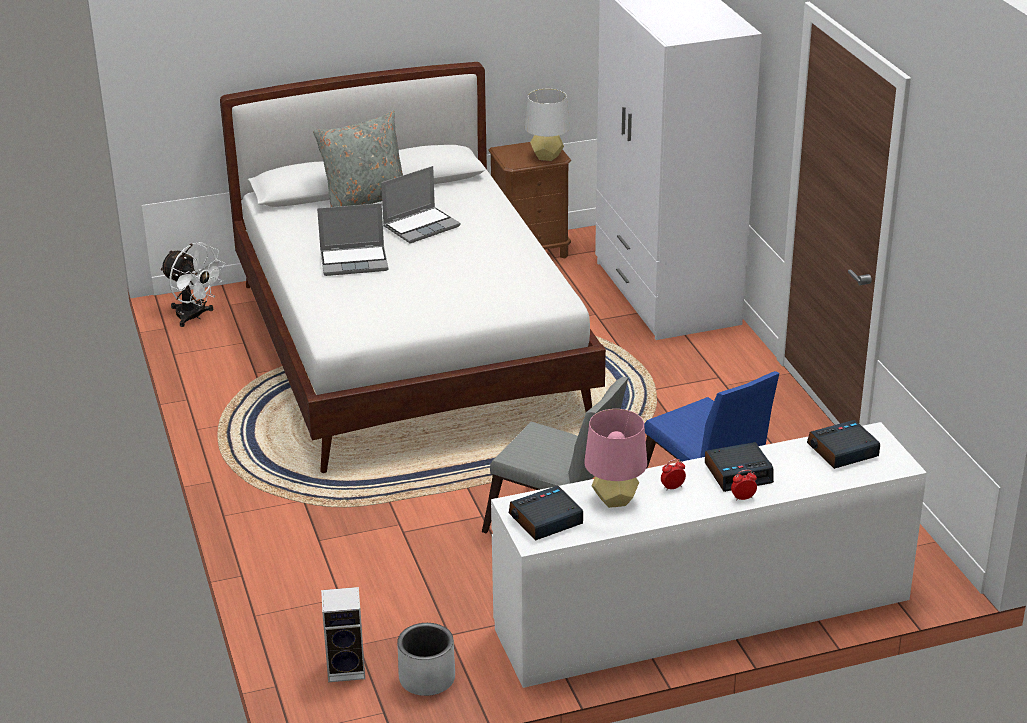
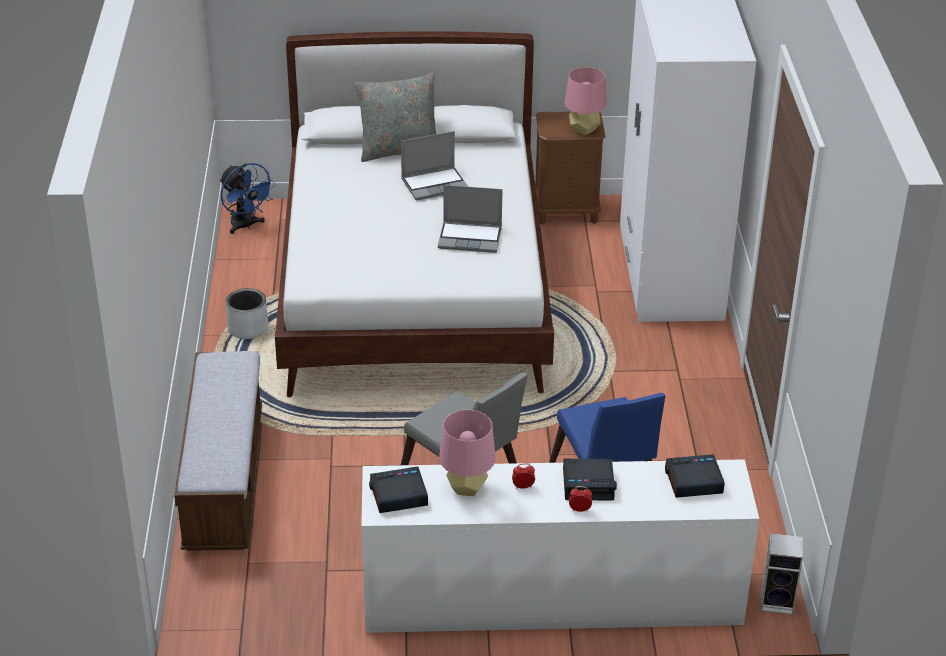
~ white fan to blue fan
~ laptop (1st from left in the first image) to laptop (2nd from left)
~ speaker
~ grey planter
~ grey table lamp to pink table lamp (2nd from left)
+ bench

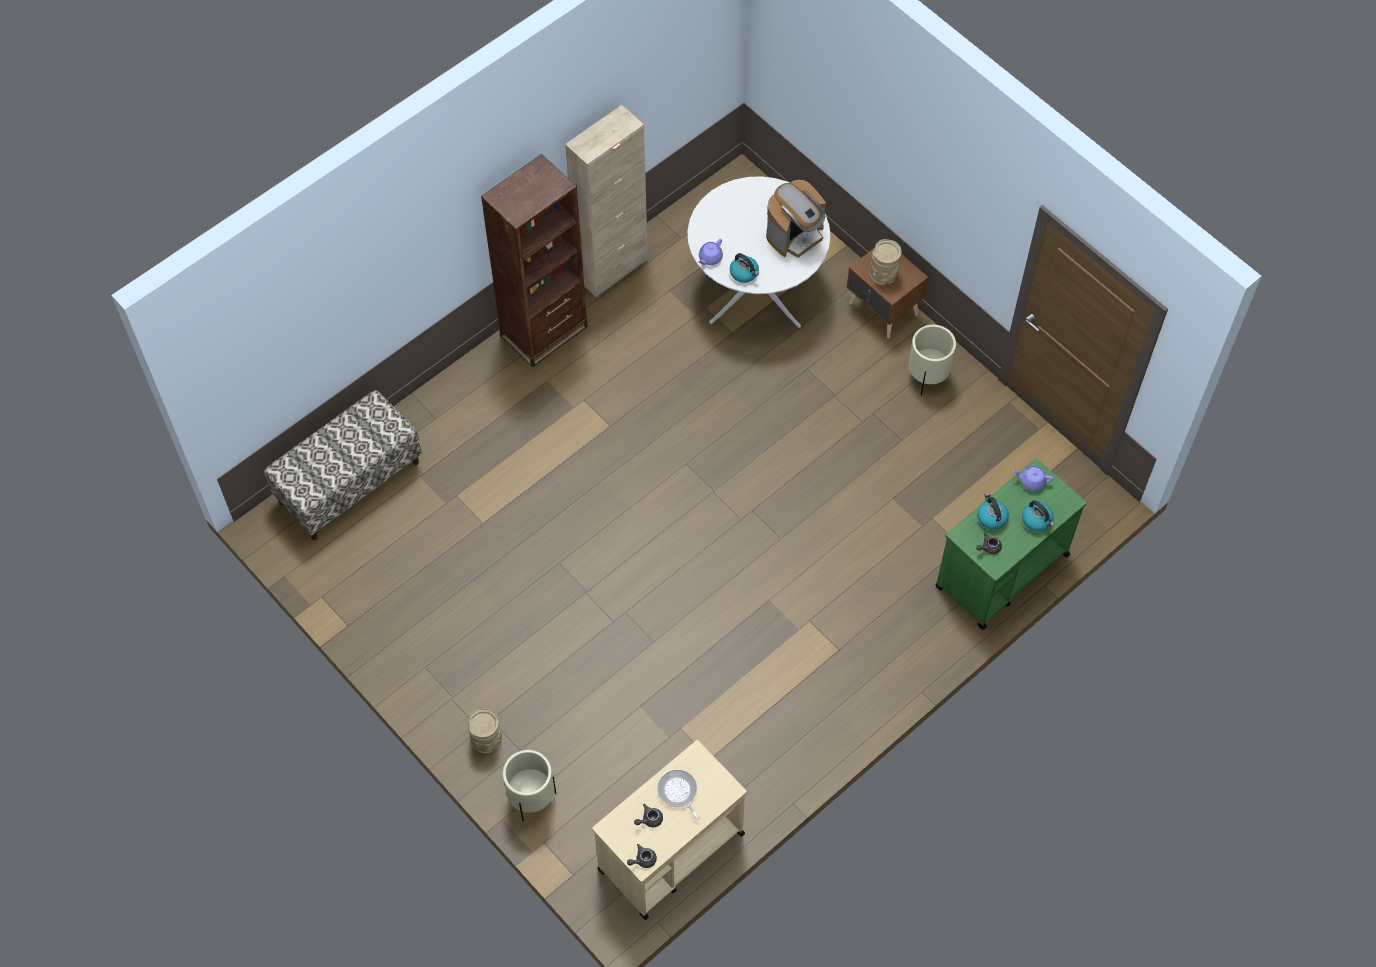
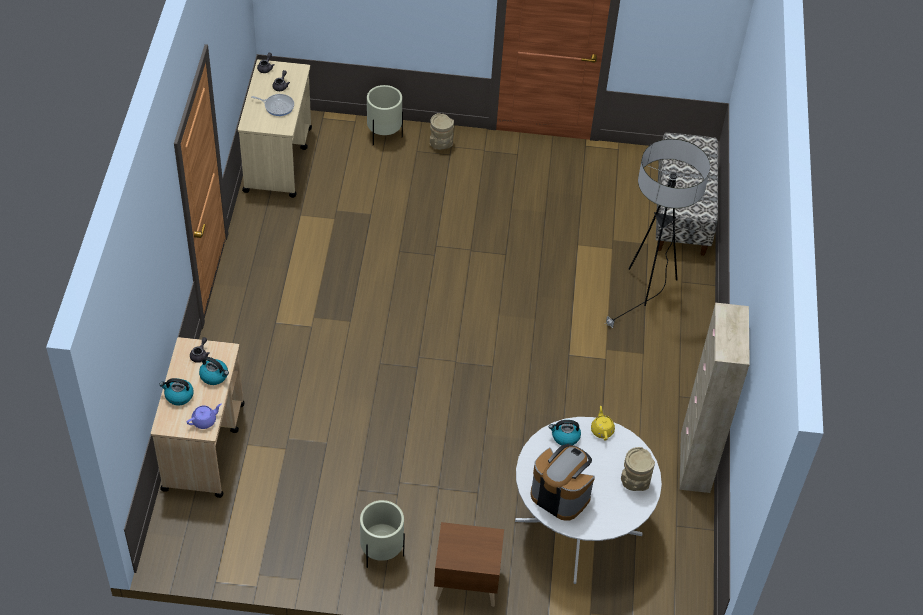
- brown bookcase
~ purple teapot (1st from left) to yellow teapot
~ coffee machine 120 degrees clockwise
~ beige vase (2nd from left)
~ green cart to beige cart (1st from left)
+ floor lamp

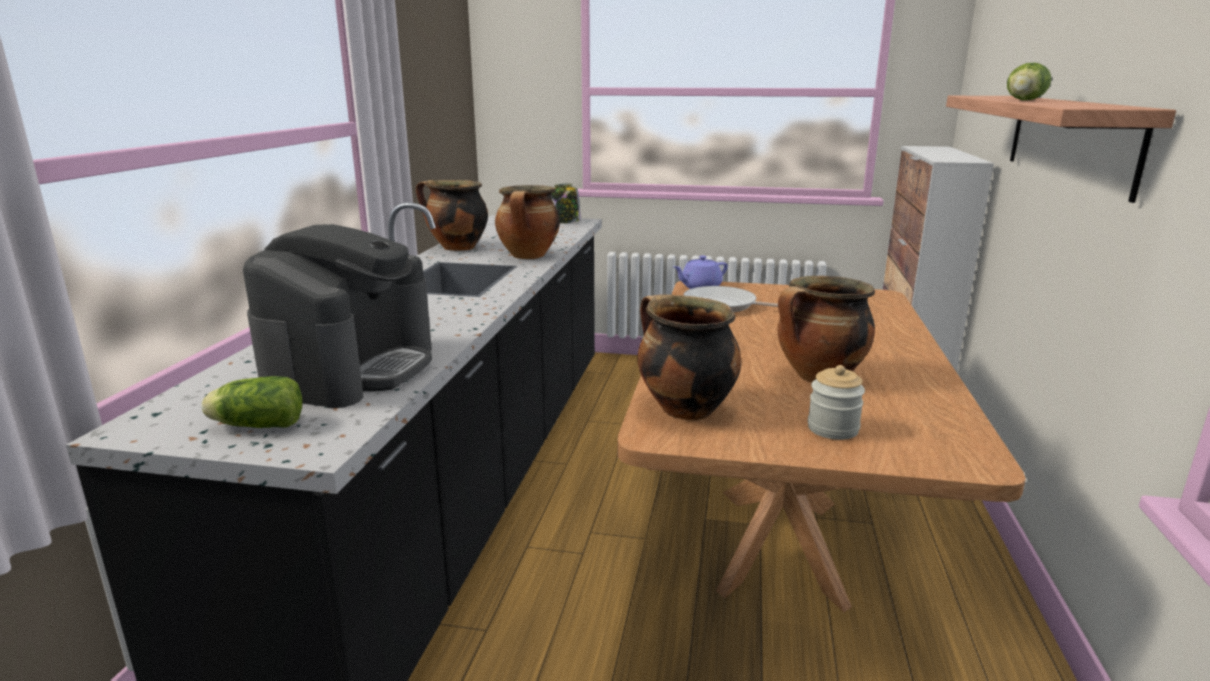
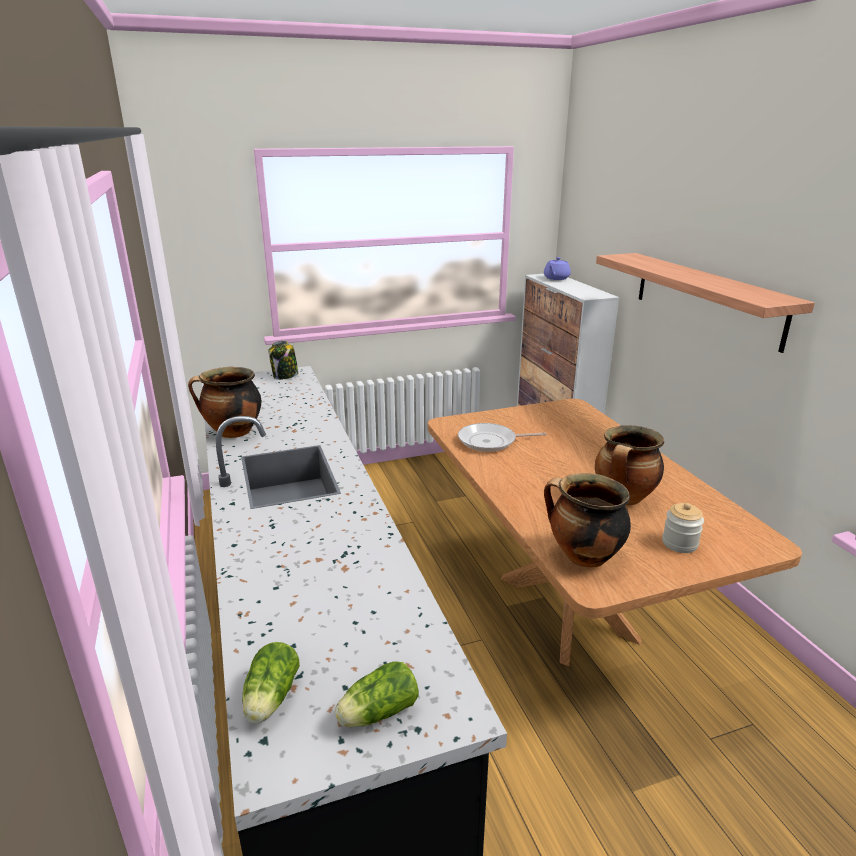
- coffee machine
- cooking pot (2nd from left)
~ purple teapot
~ lettuce (2nd from left in the first image) to lettuce (1st from left)

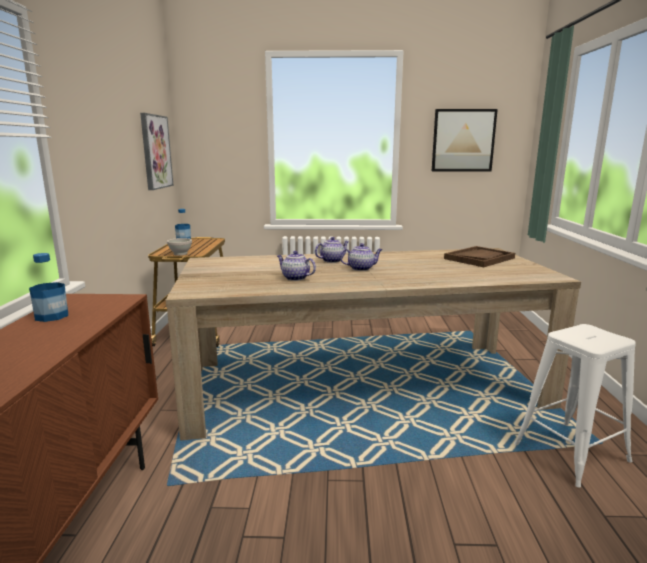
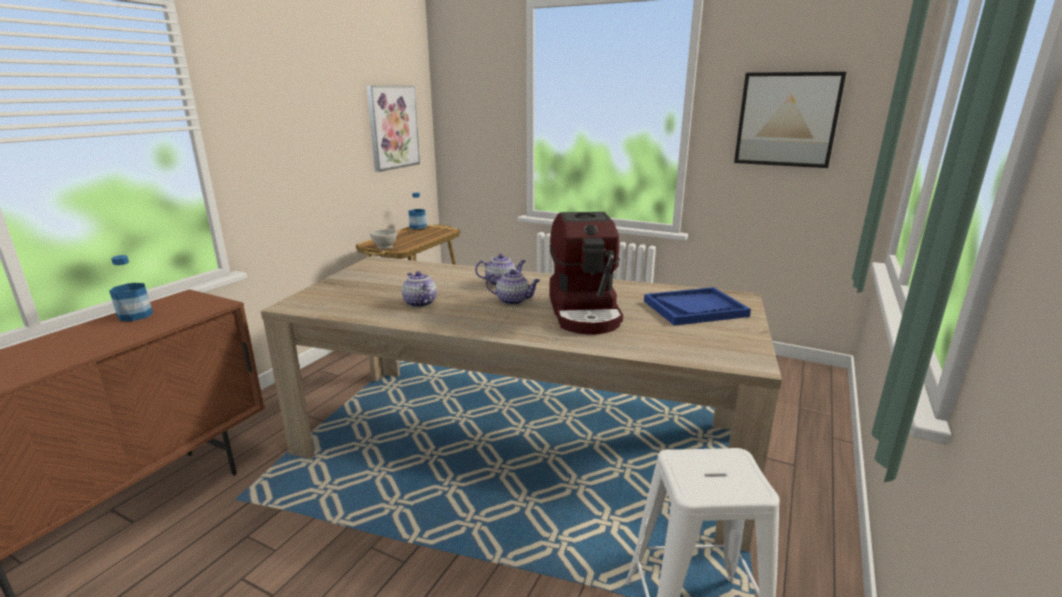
~ brown tray to blue tray
+ coffee machine

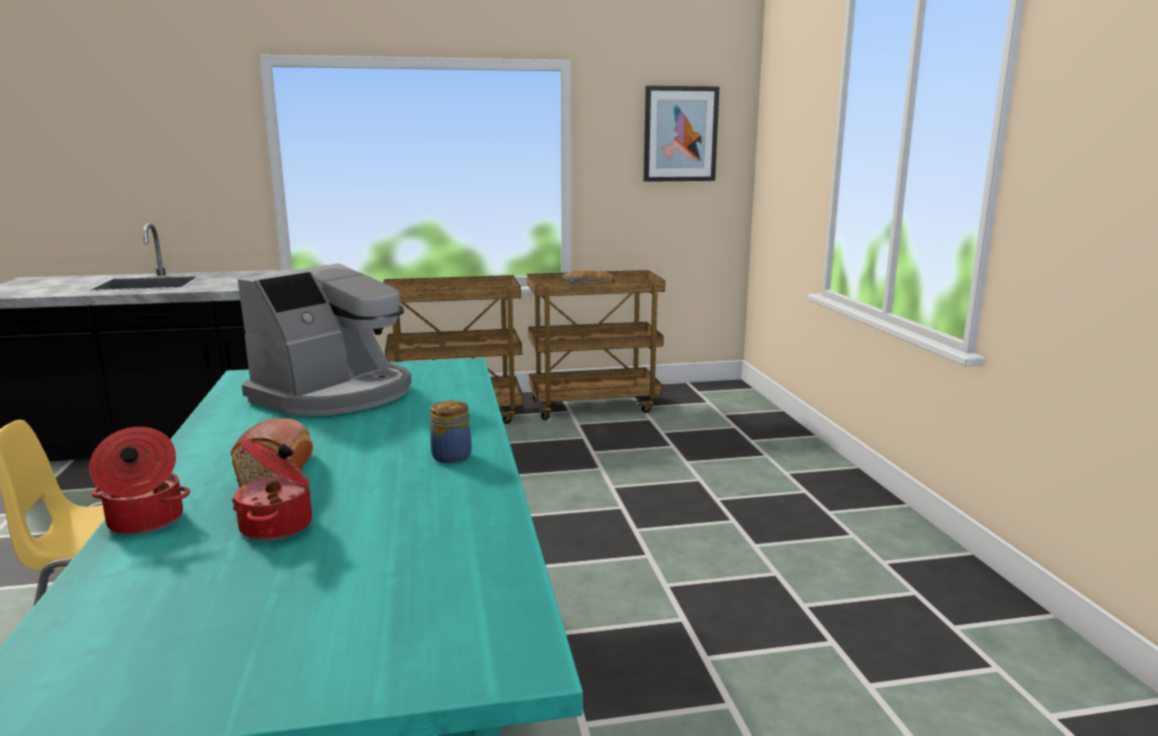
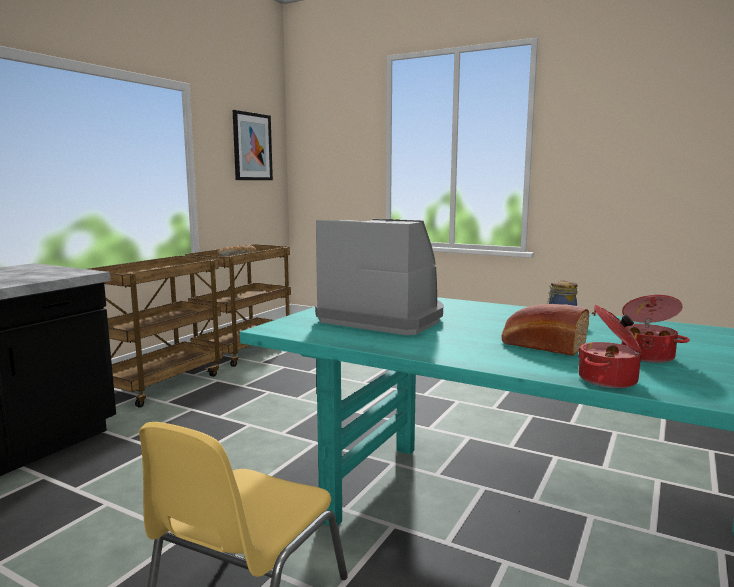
~ coffee machine 45 degrees counterclockwise

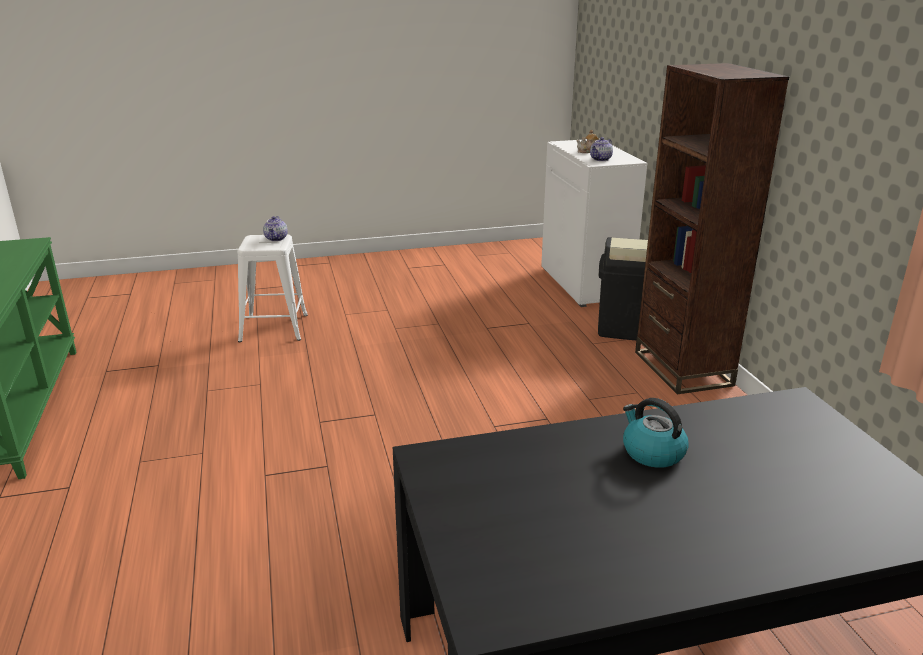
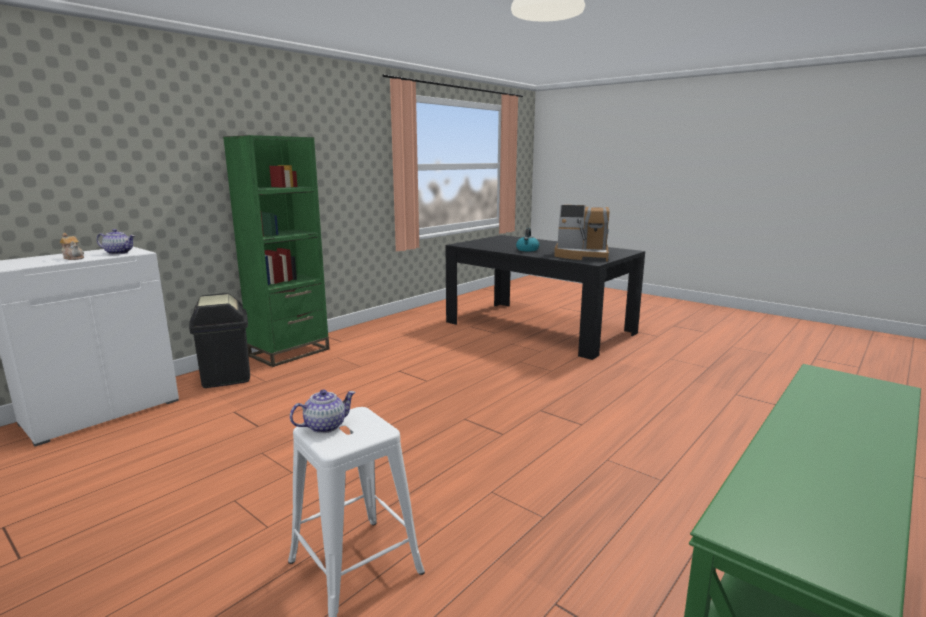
~ brown bookcase to green bookcase
+ coffee machine

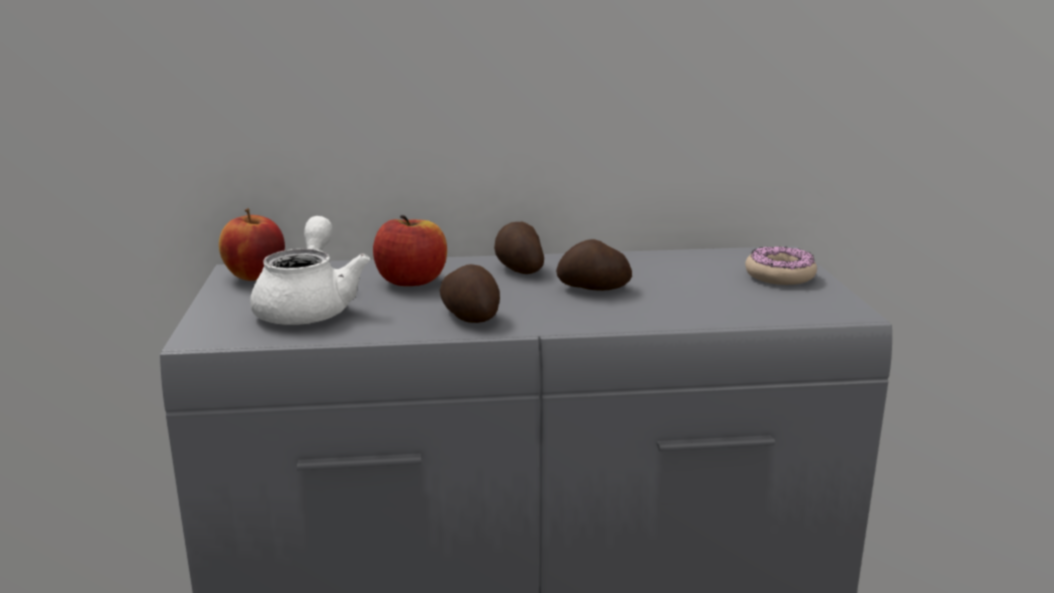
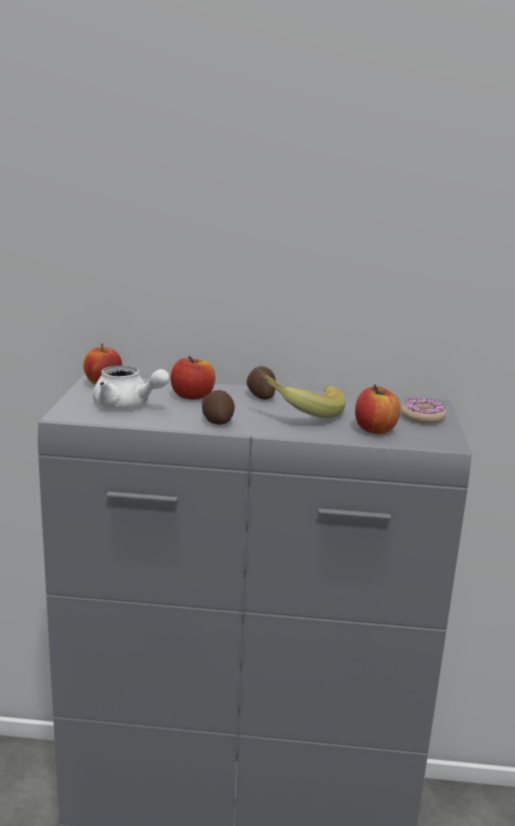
~ white teapot 105 degrees clockwise
~ potato (3rd from left) to banana
+ apple (3rd from left)

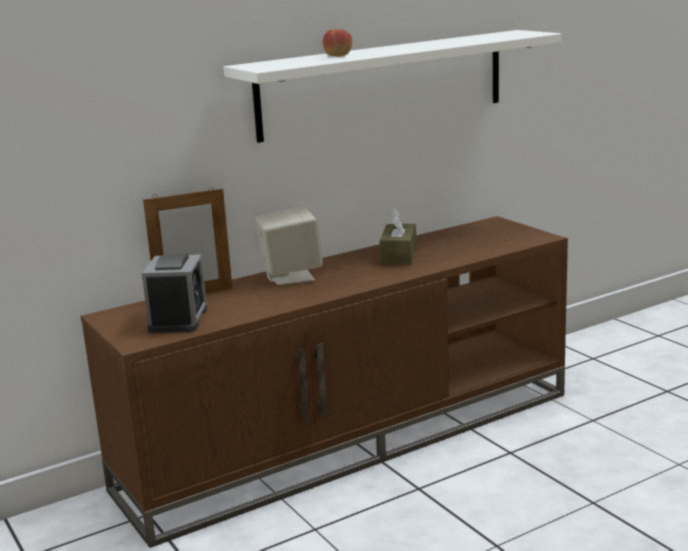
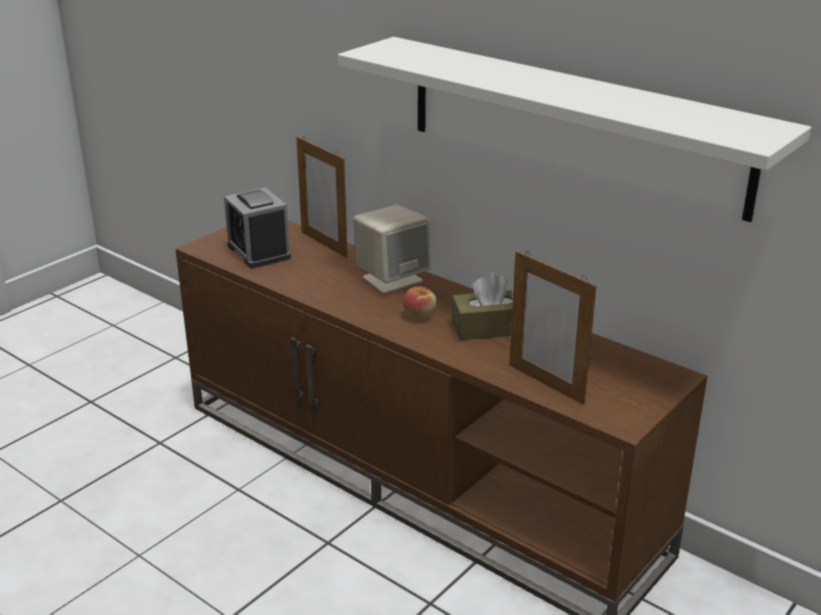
~ alarm clock 75 degrees clockwise
~ apple
+ picture frame (2nd from left)

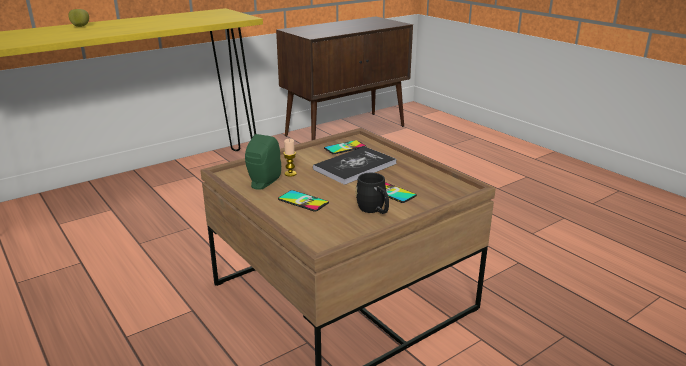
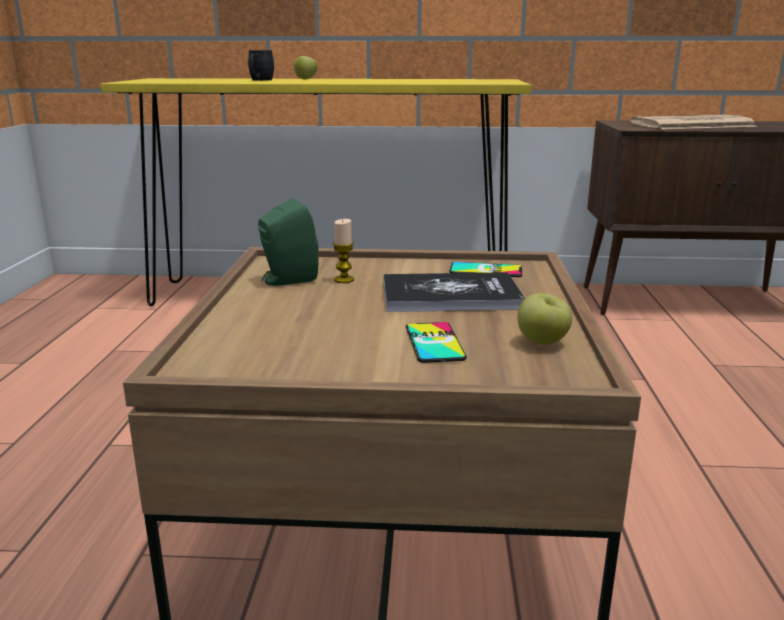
- phone (1st from left)
~ black mug
+ apple (2nd from left)
+ newspaper

